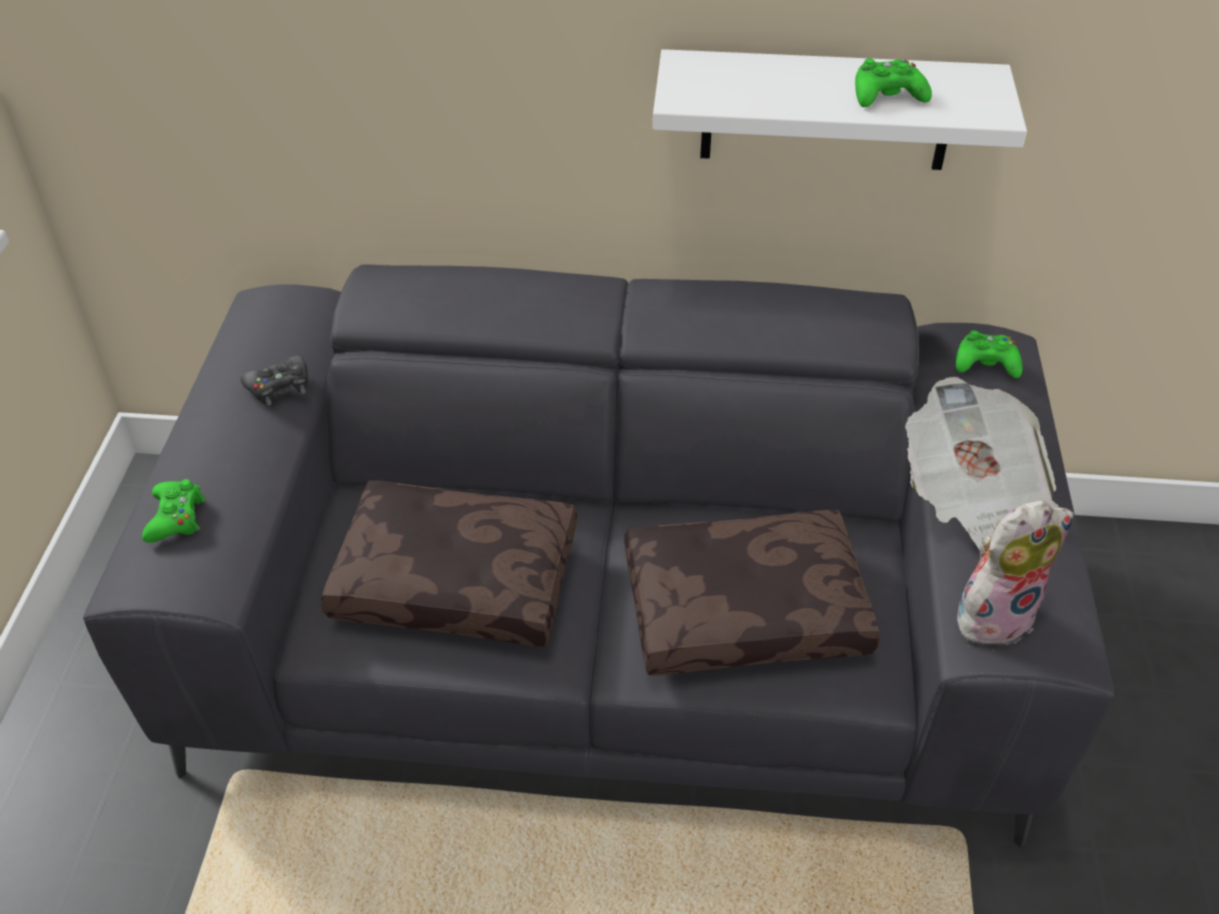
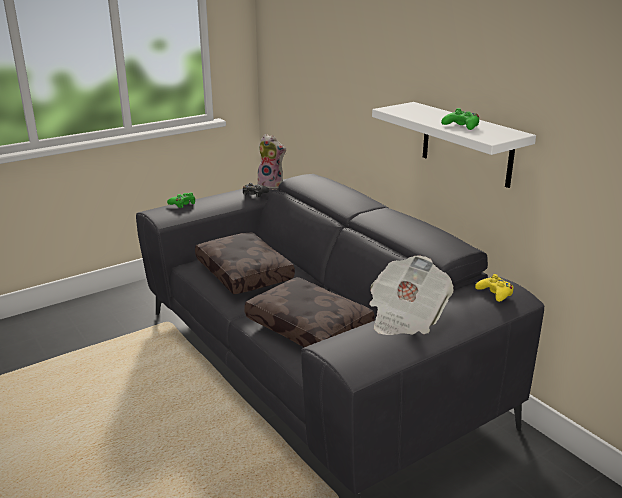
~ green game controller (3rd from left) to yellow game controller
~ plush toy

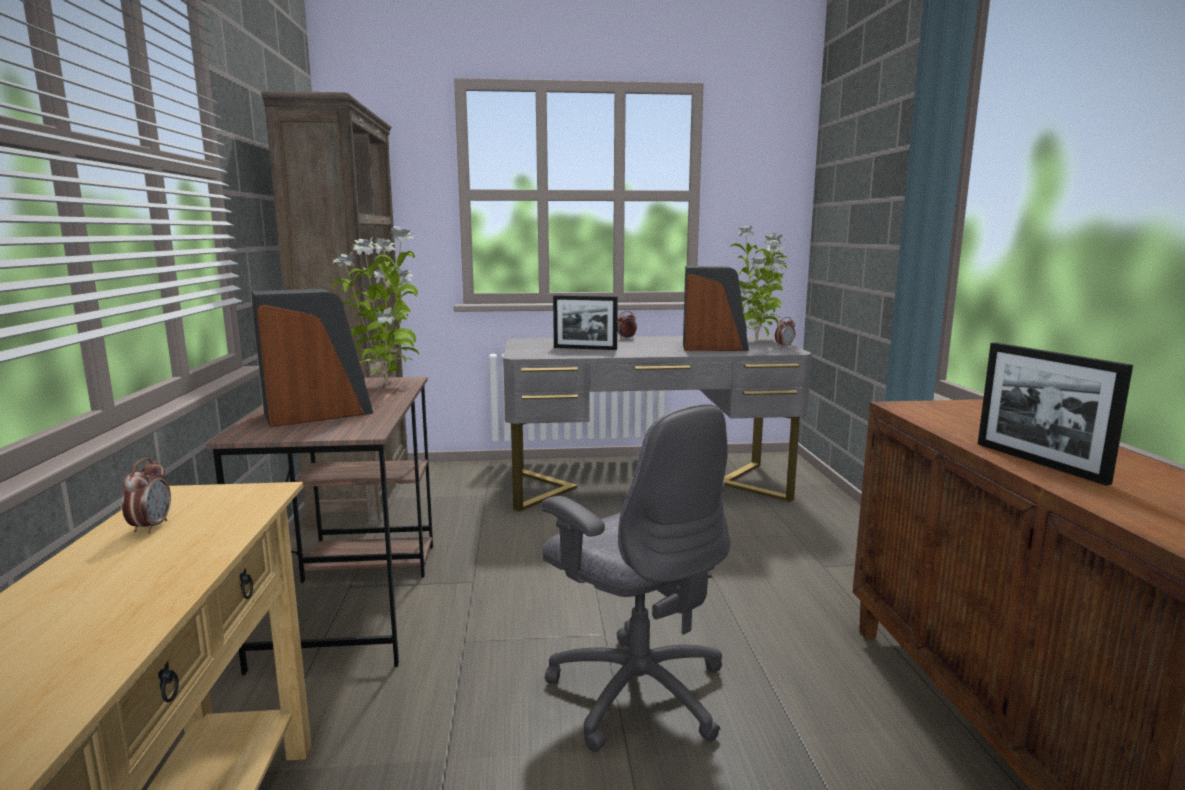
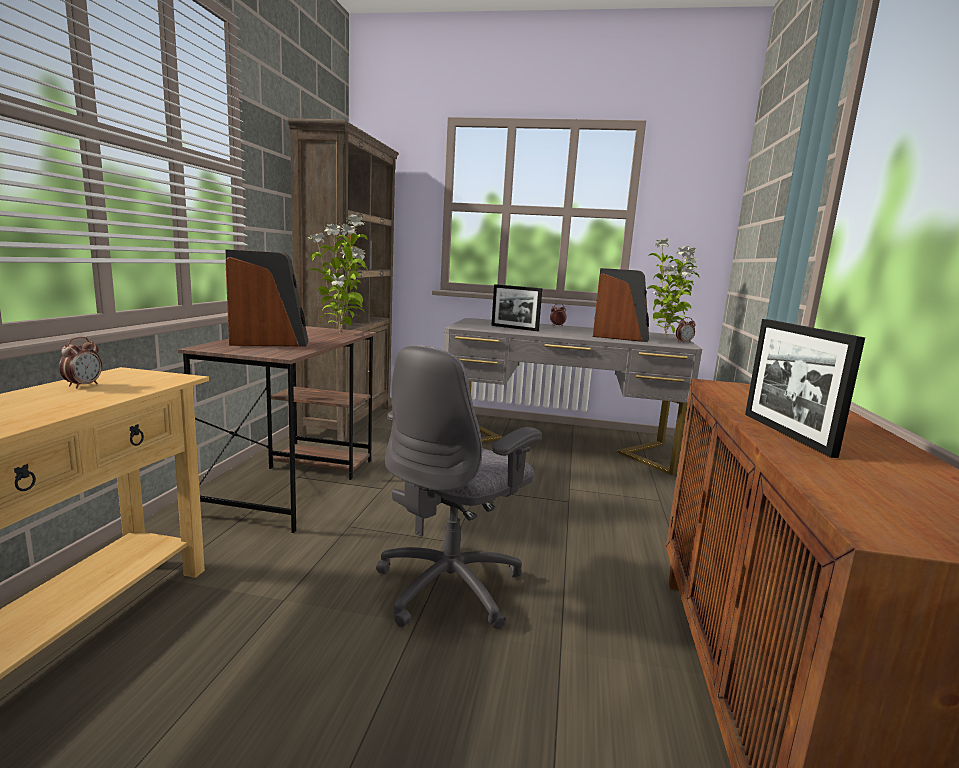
~ grey office chair 60 degrees clockwise

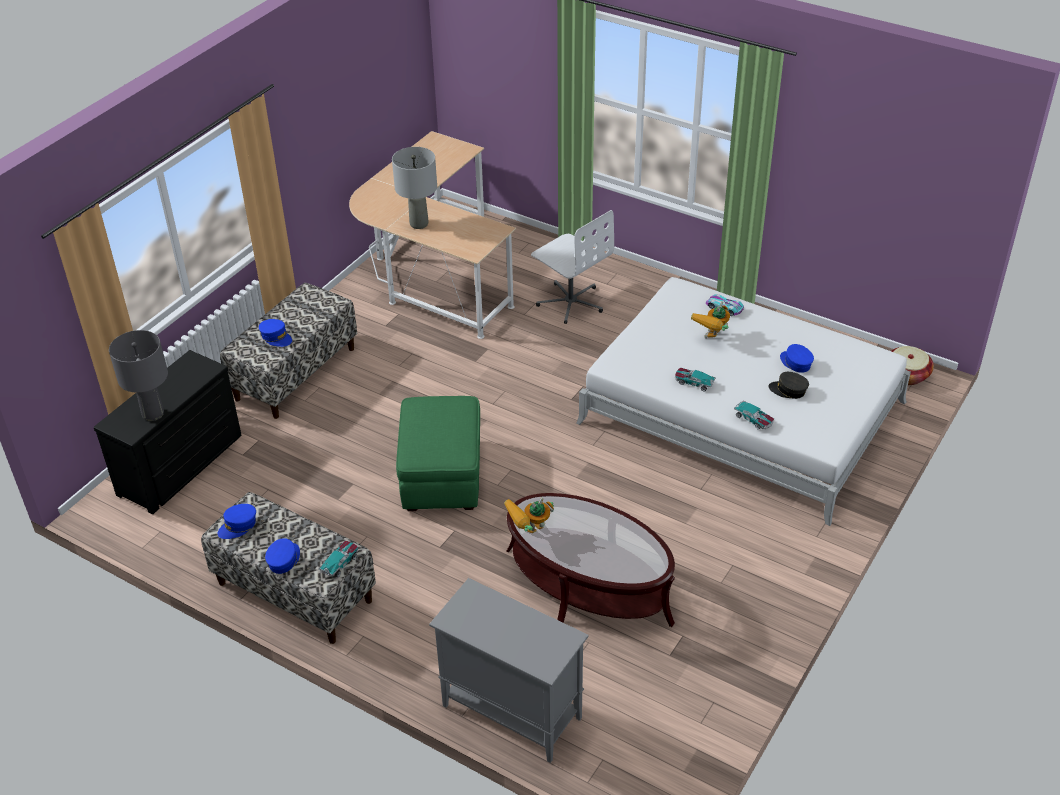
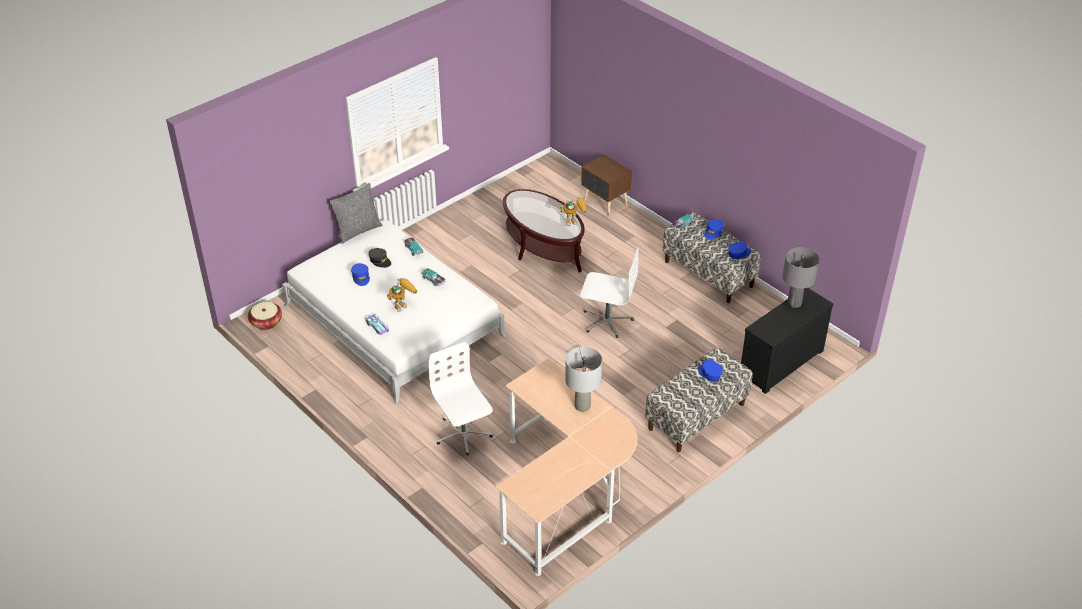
~ green ottoman to white office chair (2nd from left)
~ grey cabinet to brown nightstand
+ grey pillow

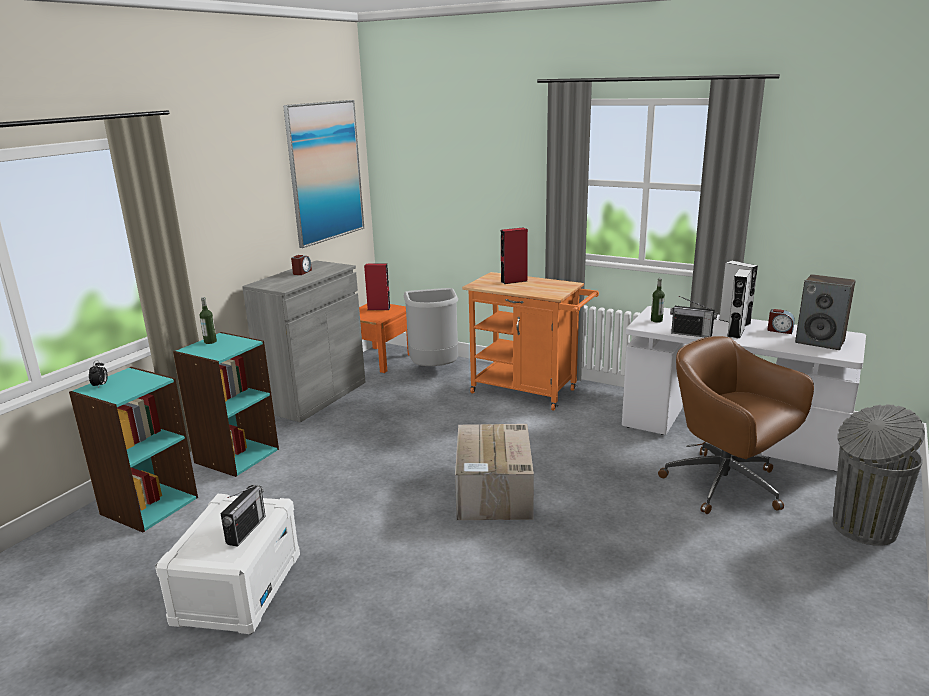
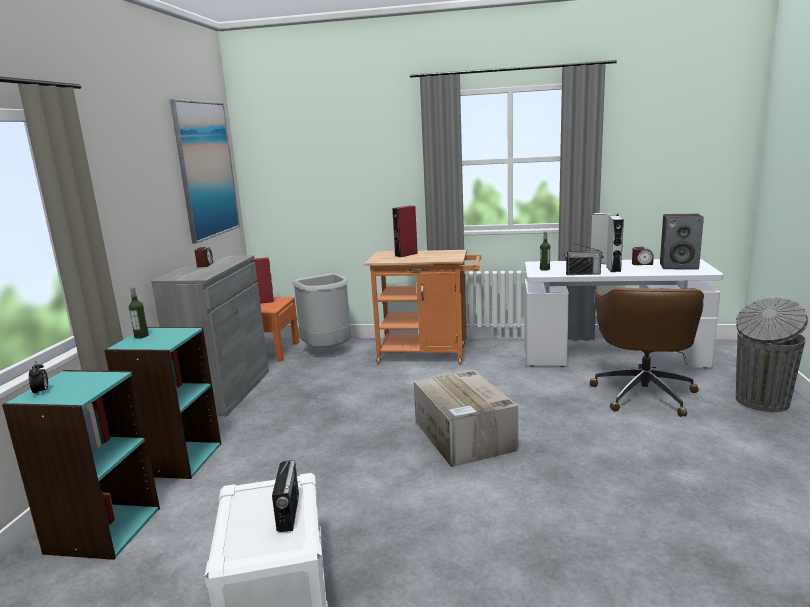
~ brown office chair 105 degrees counterclockwise

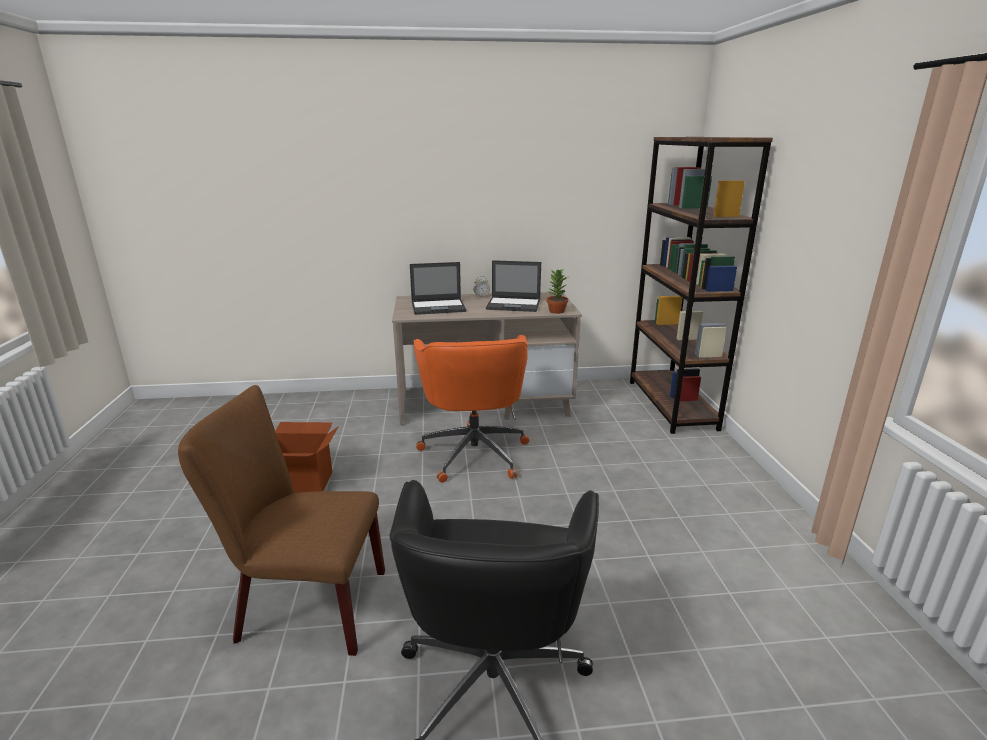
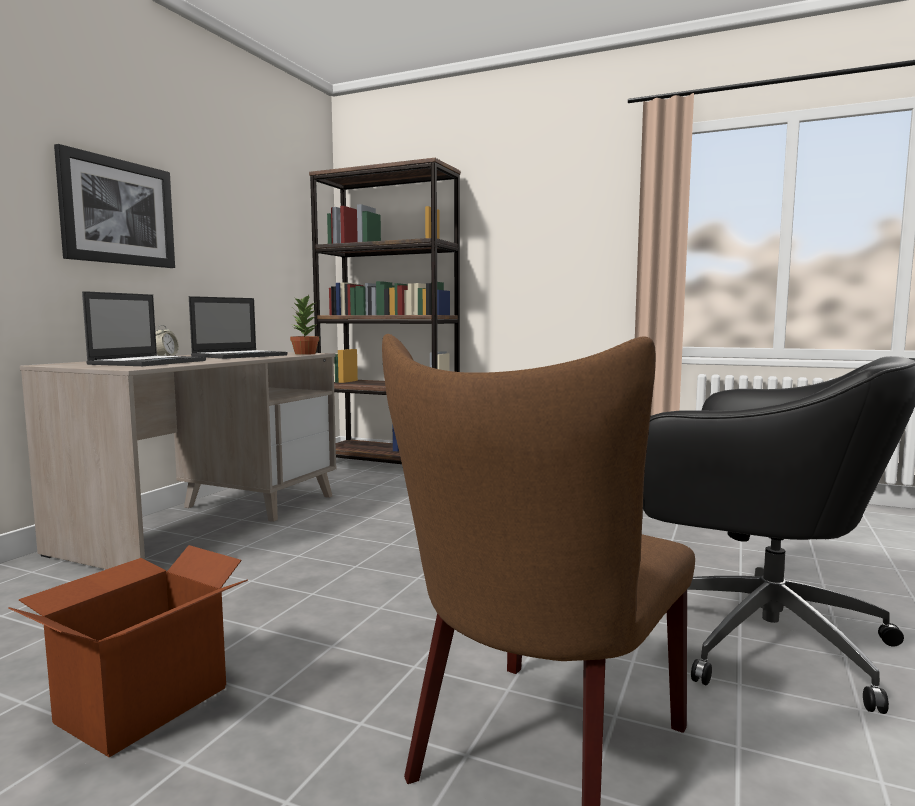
- orange office chair
+ picture

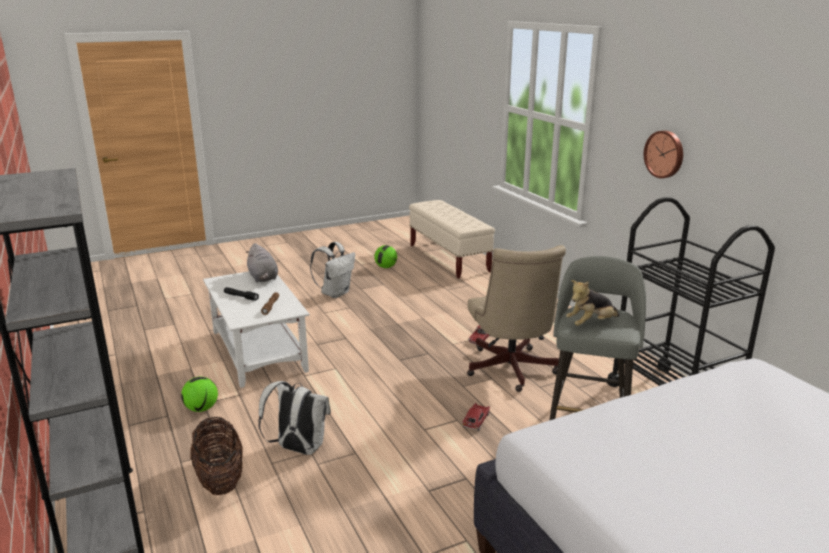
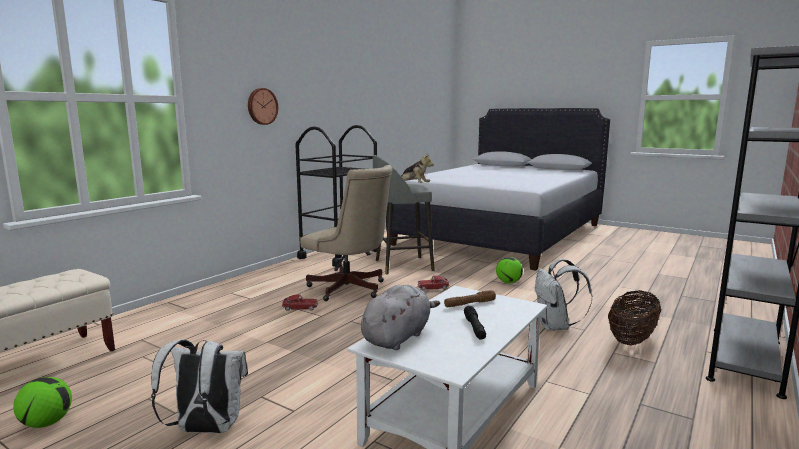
~ football (1st from left in the first image) to football (2nd from left)
~ beige office chair 75 degrees clockwise

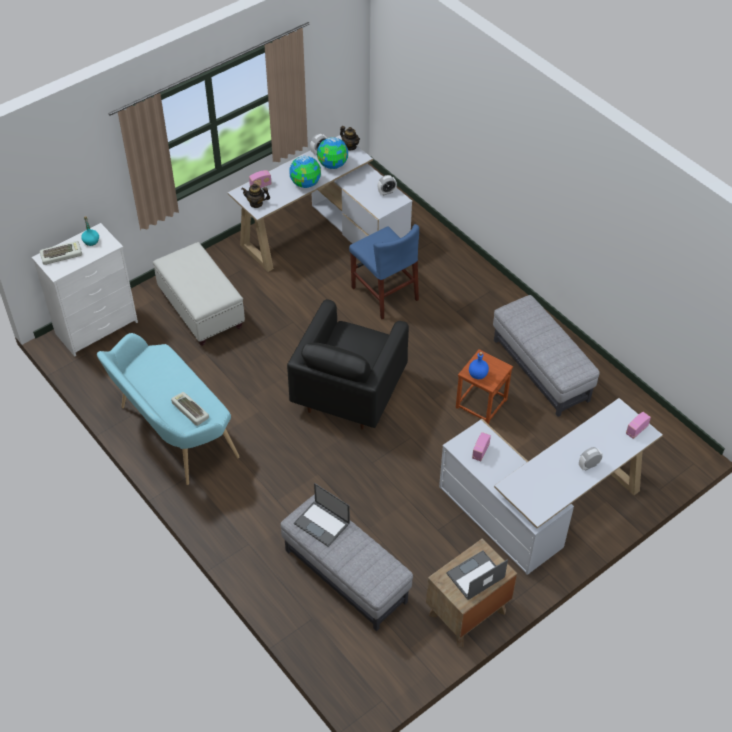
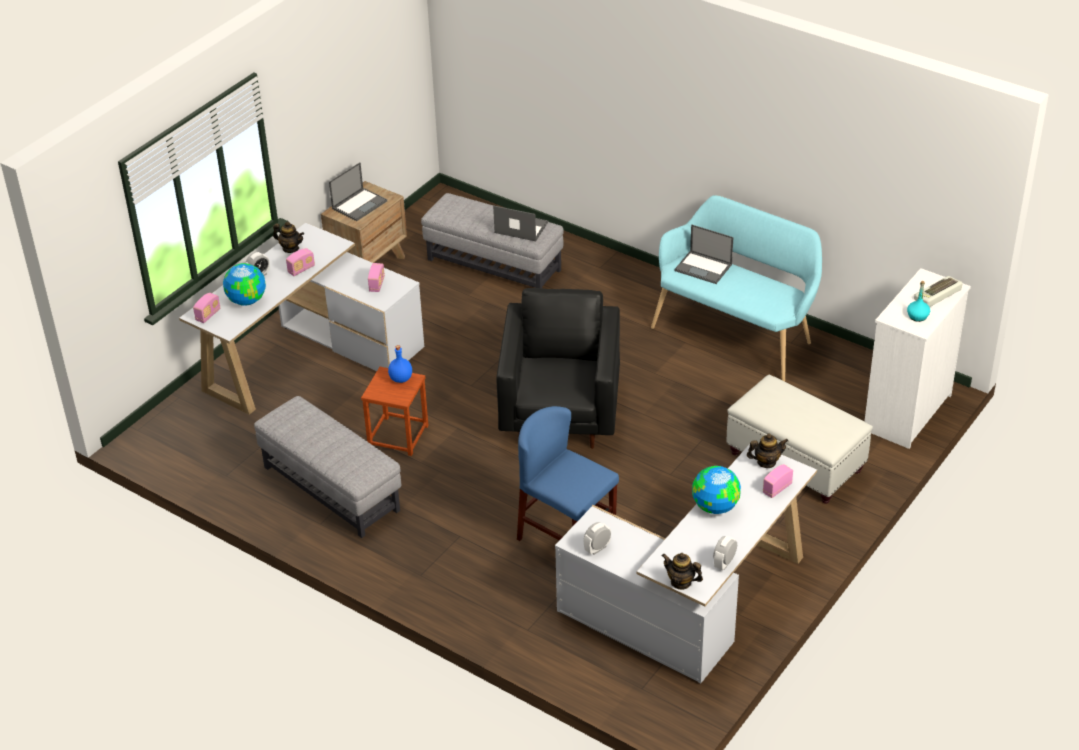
~ keyboard (2nd from left) to laptop (3rd from left)
~ globe (2nd from left in the first image) to globe (1st from left)
+ teapot (1st from left)
+ radio (2nd from left)

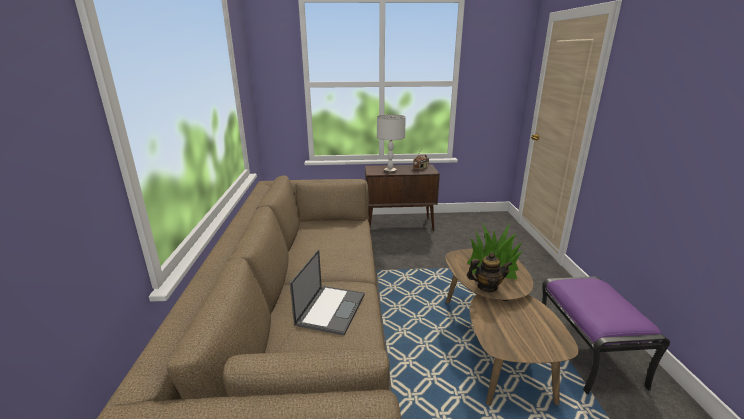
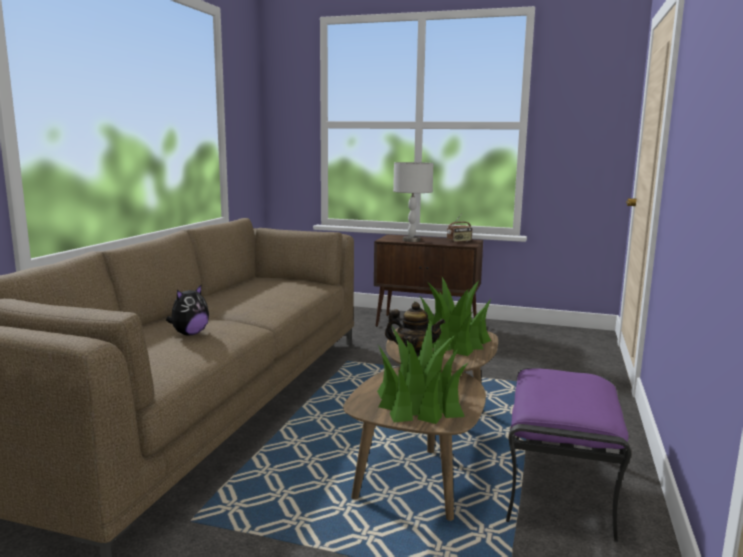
~ laptop to plush toy
+ potted plant (1st from left)

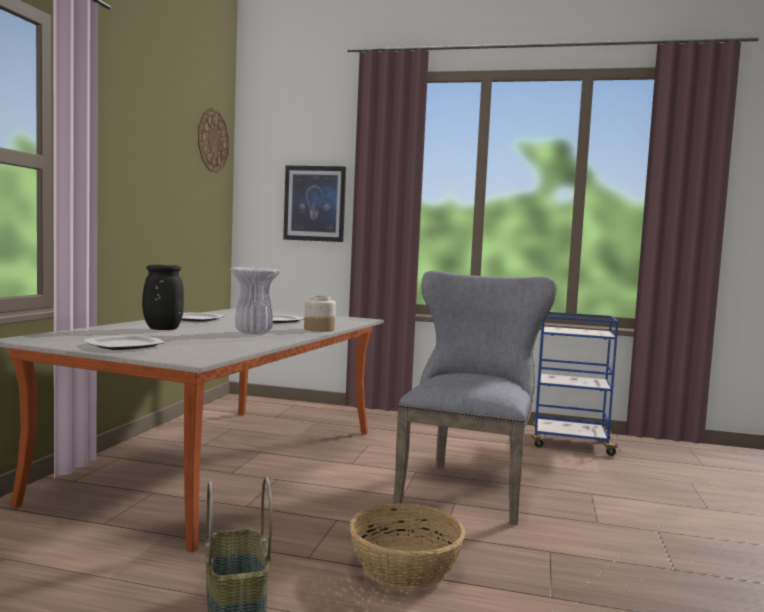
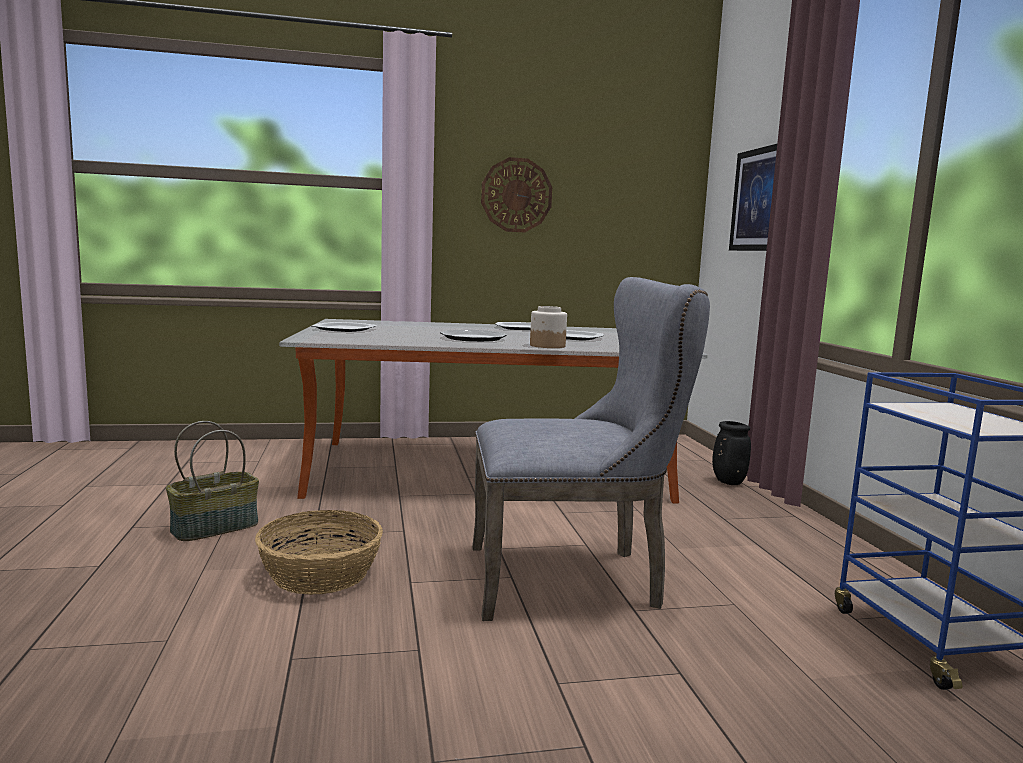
~ black vase
~ wall clock
~ white vase to plate (2nd from left)

